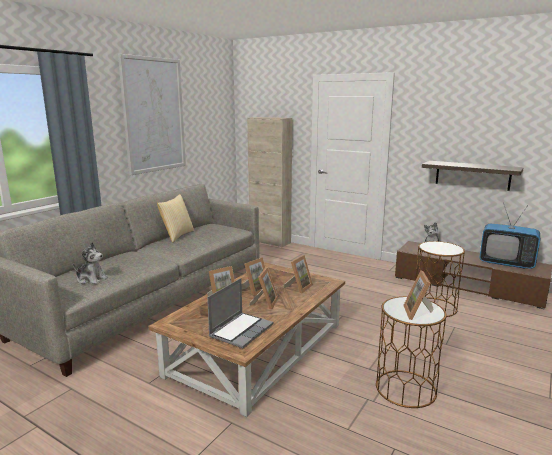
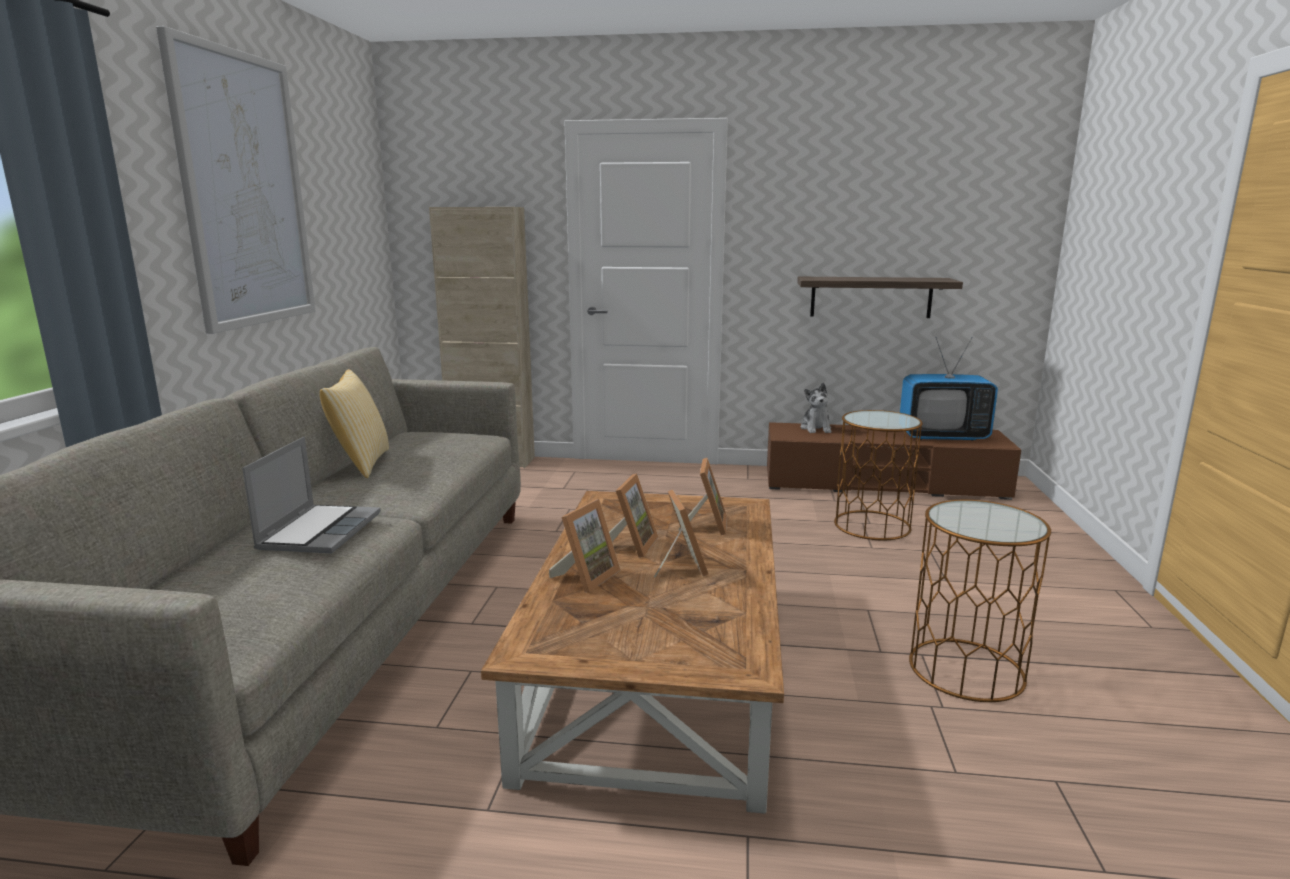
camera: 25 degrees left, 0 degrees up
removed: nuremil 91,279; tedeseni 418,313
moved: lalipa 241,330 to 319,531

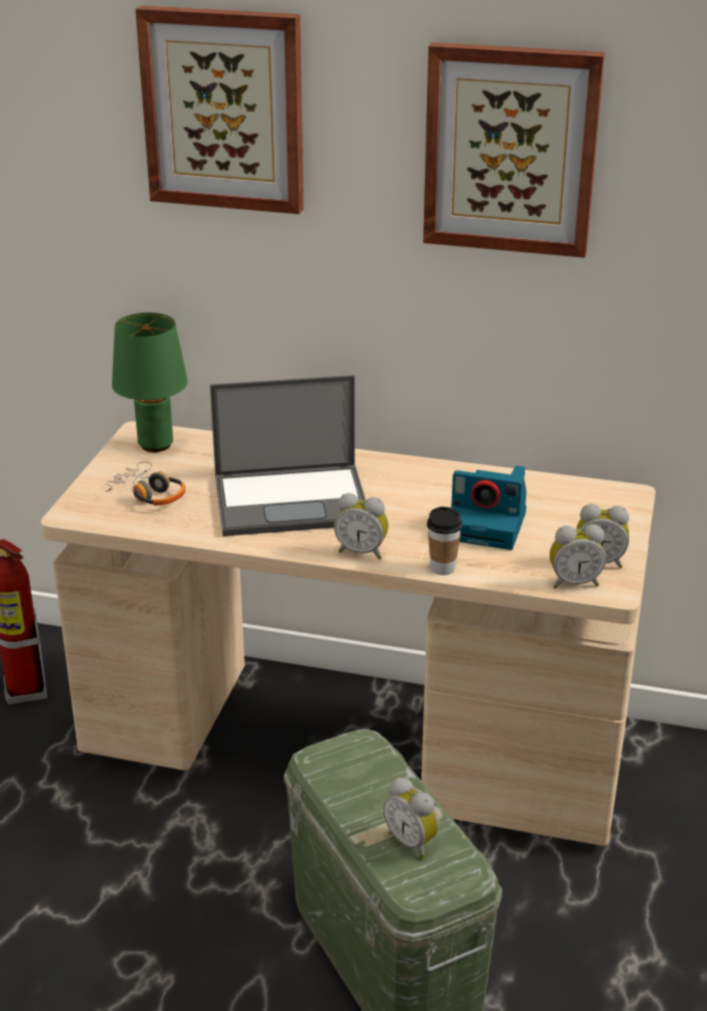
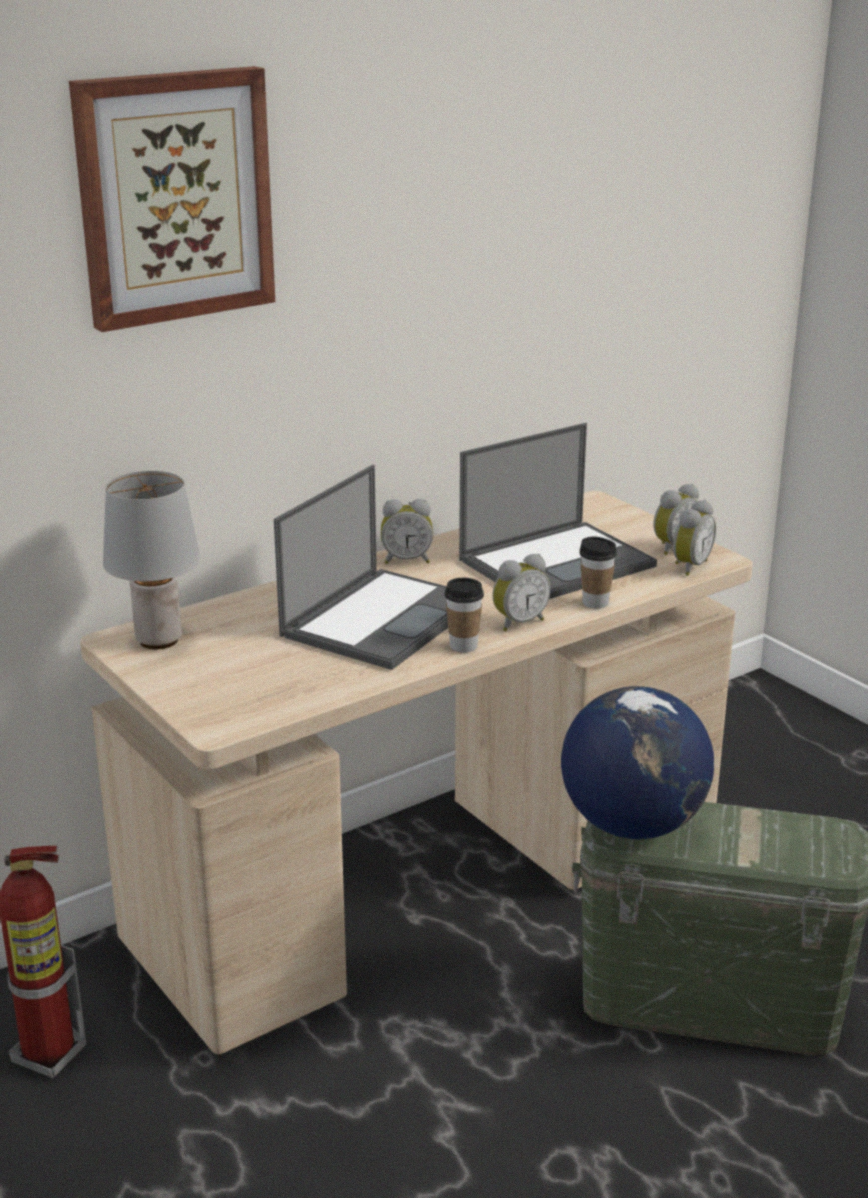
camera: 50 degrees left, 5 degrees down
removed: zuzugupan 511,149; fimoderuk 148,494
added: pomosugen 463,646; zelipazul 632,825
moved: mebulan 412,841 to 407,560
replaced: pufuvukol 488,525 to lalipa 558,562
recoloured: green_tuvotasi 156,445 to grey_tuvotasi 160,640

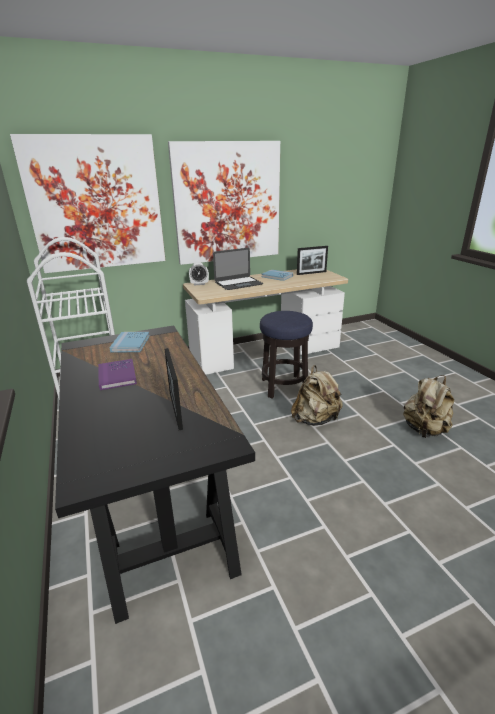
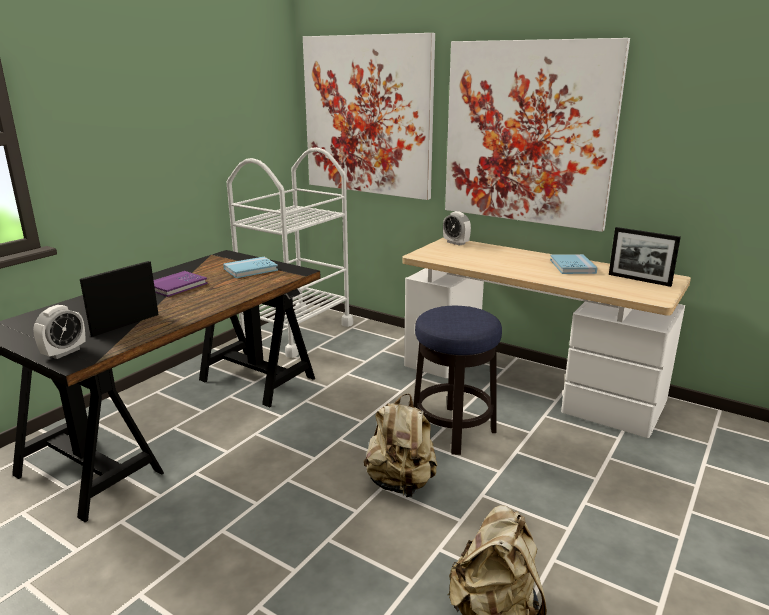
camera: 55 degrees right, 5 degrees down
removed: lalipa 238,283
added: mebulan 64,352

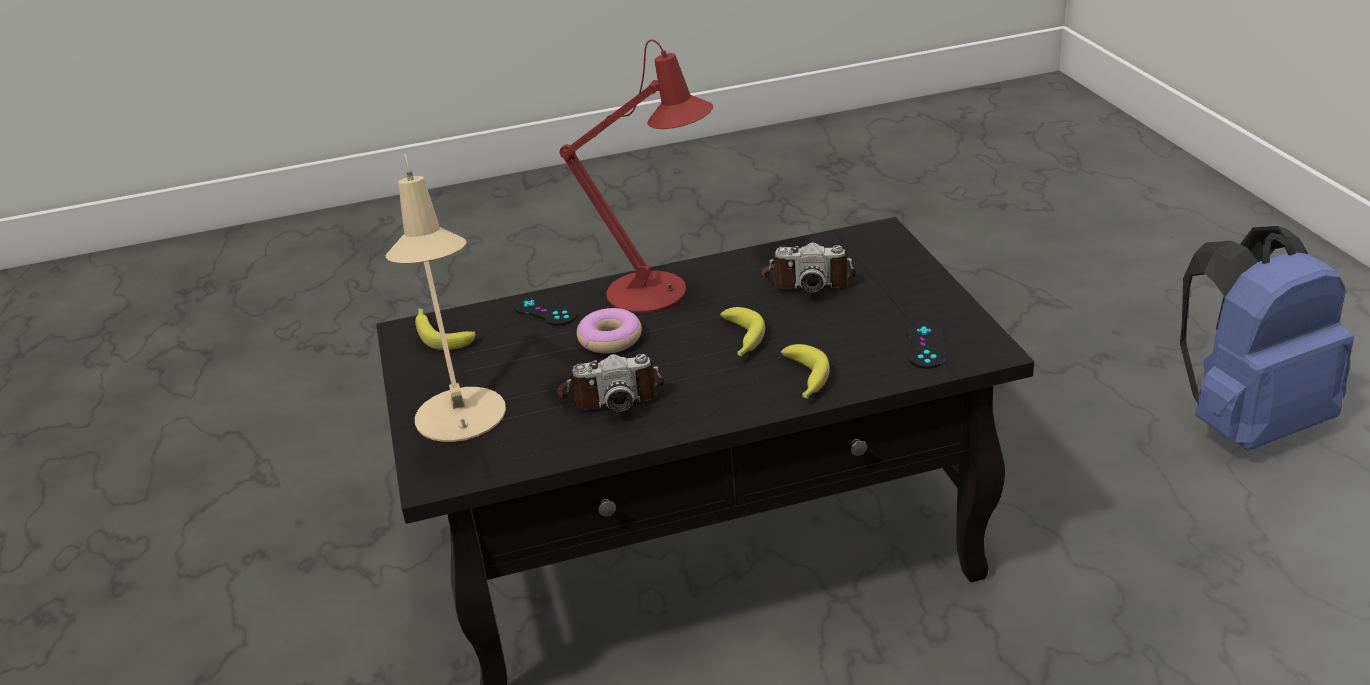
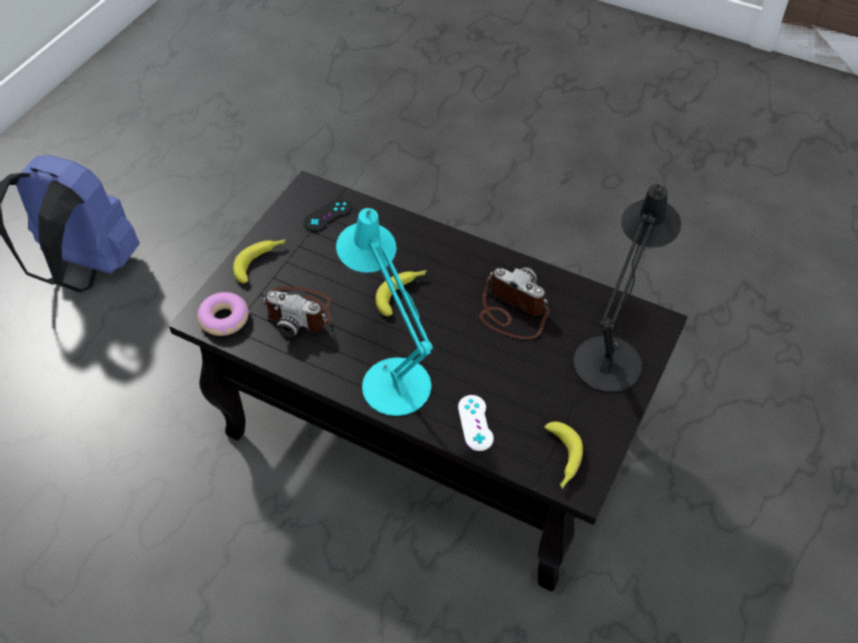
camera: 140 degrees left, 20 degrees up
moved: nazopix 610,339 to 224,319; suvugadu 804,381 to 260,262
recoloured: red_tuvotasi 658,292 to turquoise_tuvotasi 391,378; beige_tuvotasi 462,422 to black_tuvotasi 611,356; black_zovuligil 545,311 to white_zovuligil 475,423
turned: pufuvukol 809,279 = 300,312 150 degrees clockwise

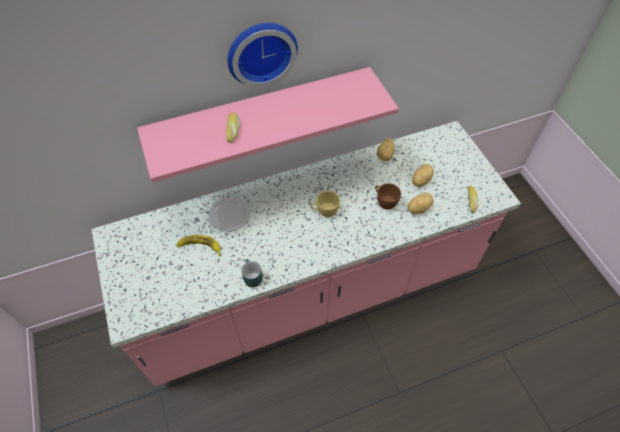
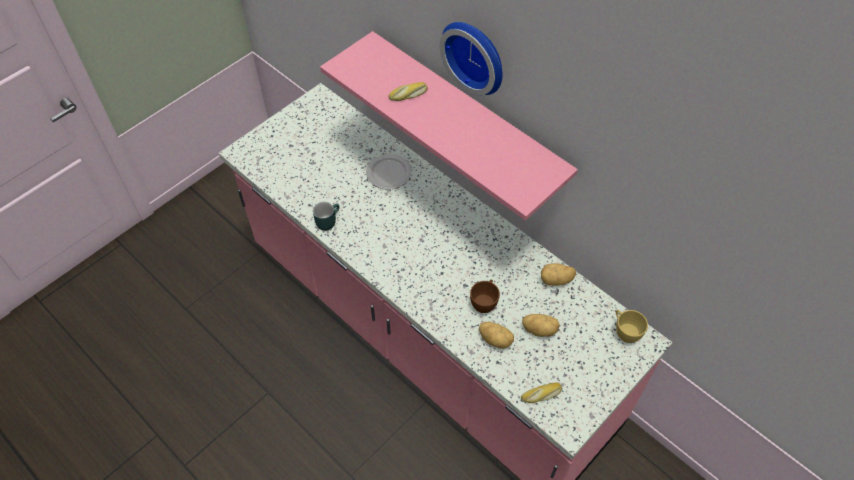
camera: 65 degrees right, 0 degrees up
removed: suvugadu 199,247
moved: yellow_pomosugen 324,212 to 625,332

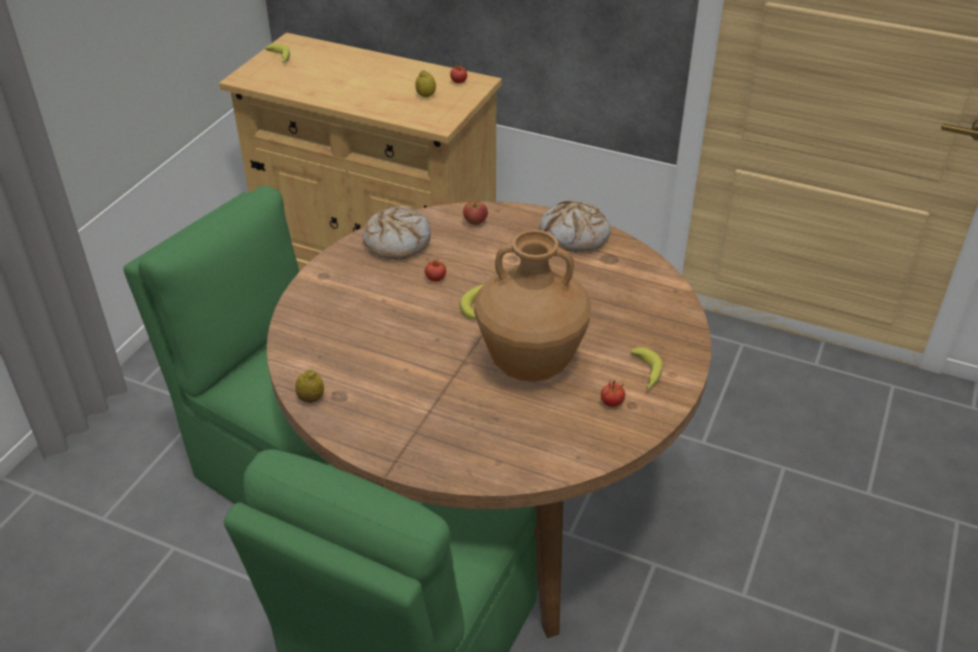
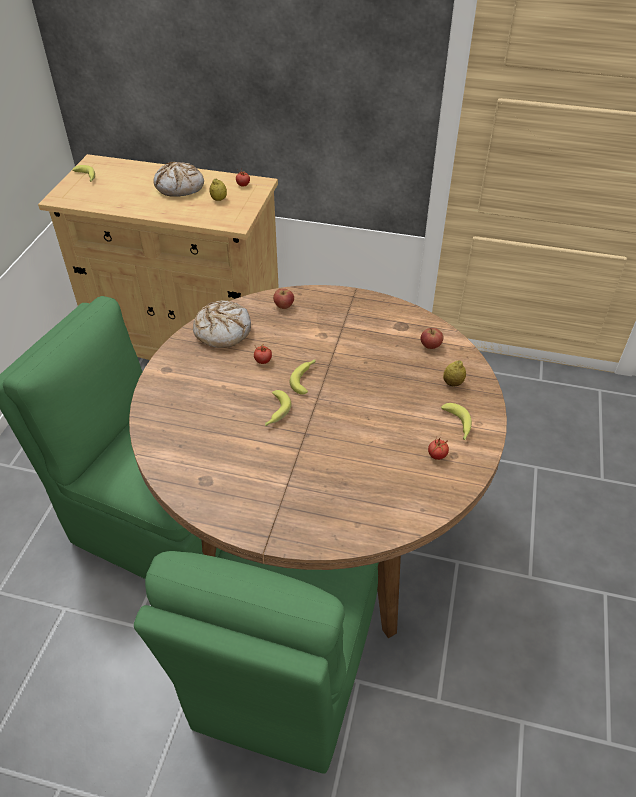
camera: 10 degrees left, 5 degrees up
removed: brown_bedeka 529,365
added: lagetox 430,346; suvugadu 275,412
moved: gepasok 574,235 to 180,187; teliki 311,398 to 453,383

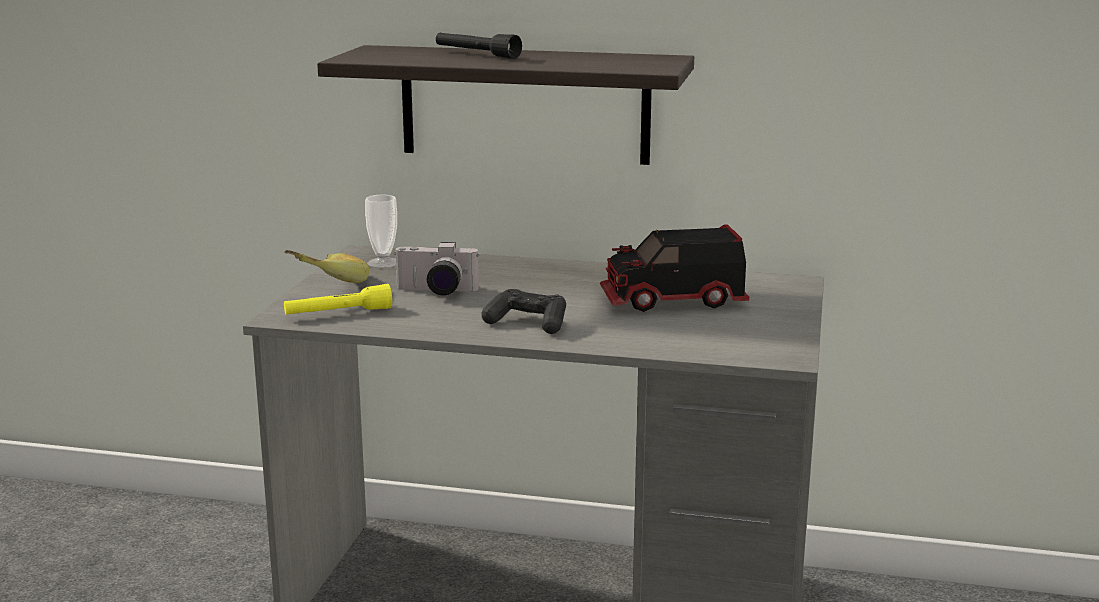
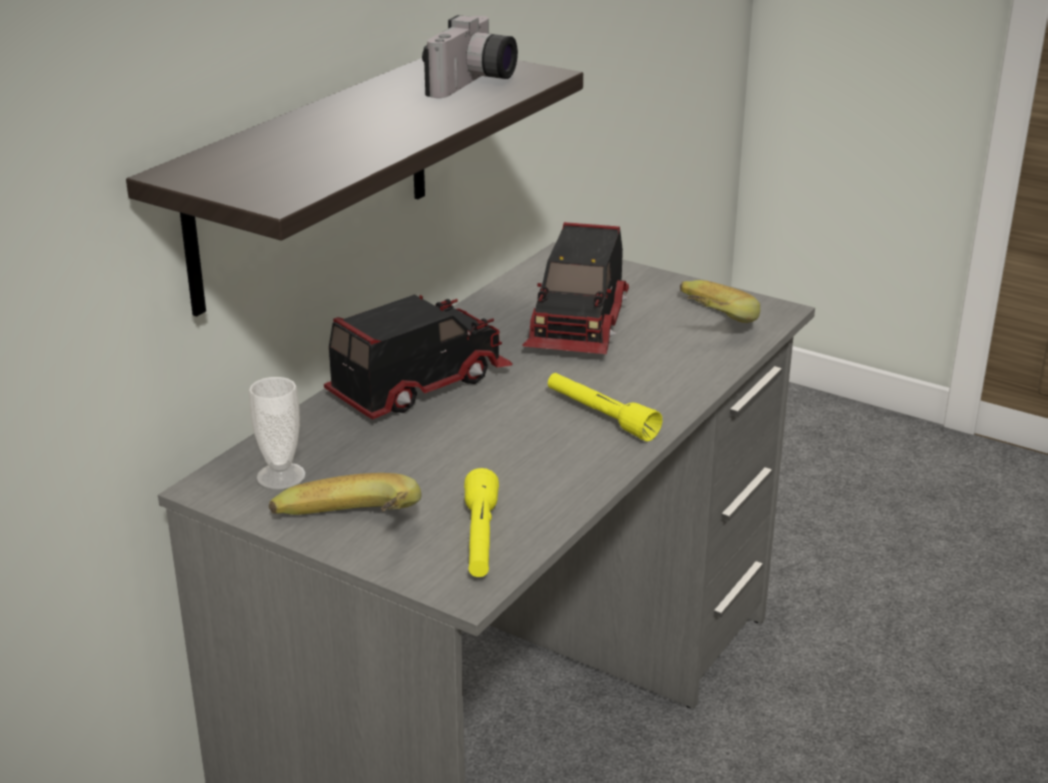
camera: 70 degrees left, 10 degrees up
removed: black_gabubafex 476,54
added: suvugadu 703,326; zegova 417,384
moved: pufuvukol 435,292 to 474,84
replaced: black_zovuligil 528,323 to yellow_gabubafex 600,416

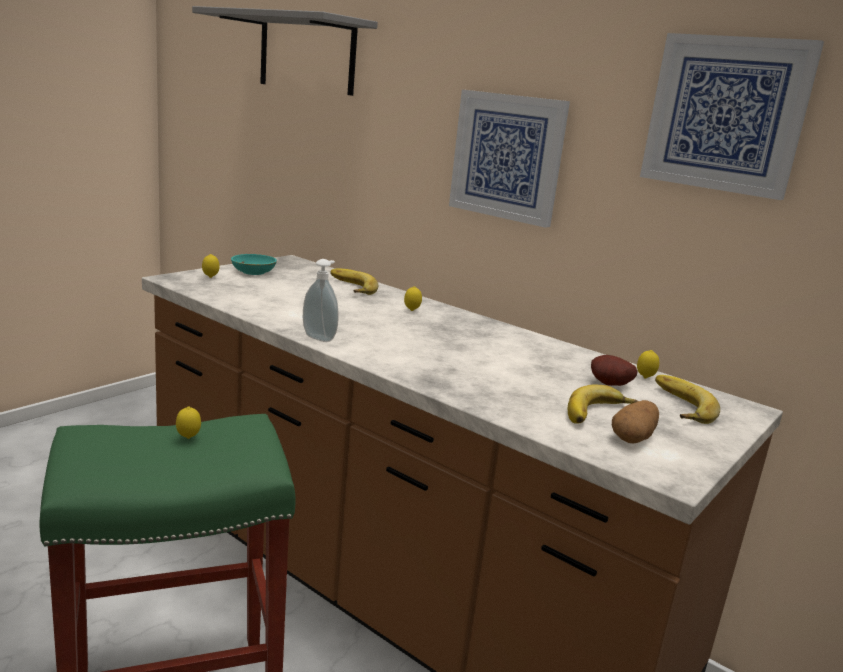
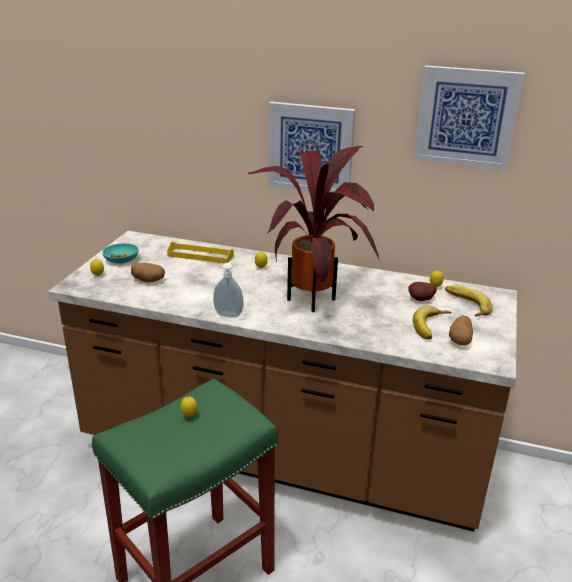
camera: 20 degrees left, 10 degrees up
removed: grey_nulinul 306,54
added: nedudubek 316,299; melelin 148,280
replaced: suvugadu 349,287 to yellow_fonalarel 200,255

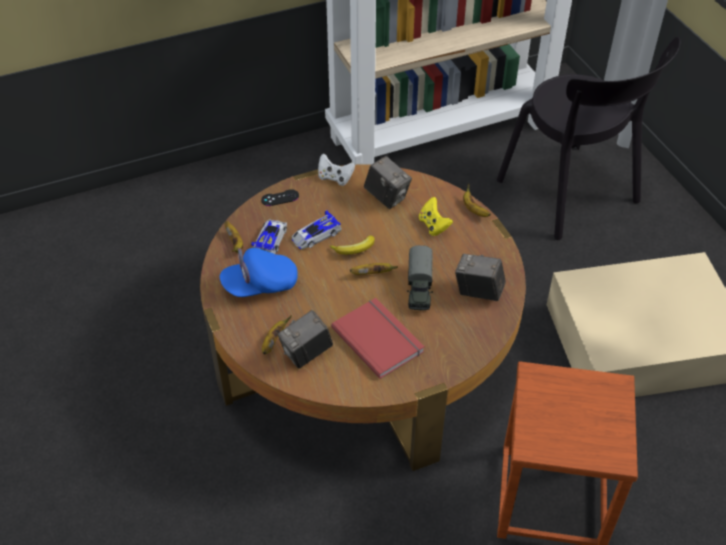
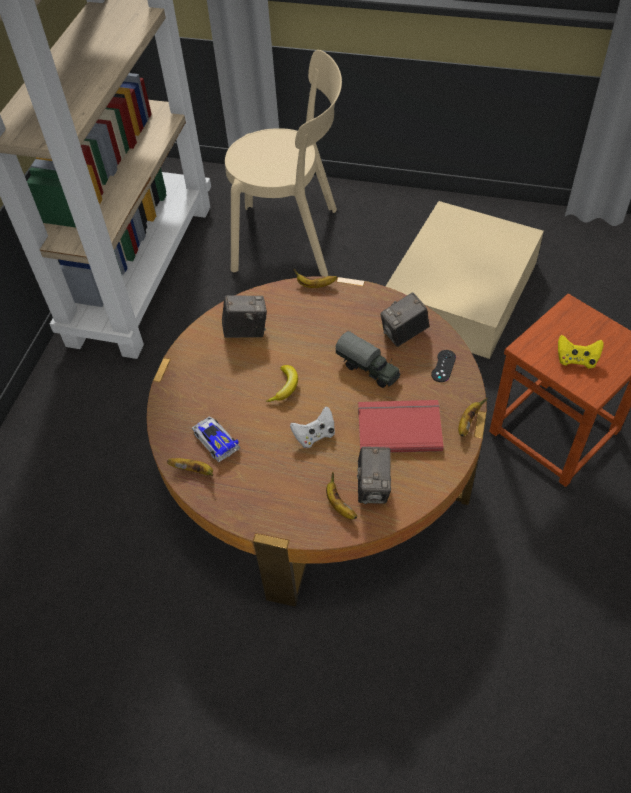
camera: 50 degrees left, 5 degrees up
removed: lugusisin 315,235; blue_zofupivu 260,285
moved: white_zovuligil 335,178 to 315,435; black_zovuligil 280,198 to 443,366; yellow_zovuligil 433,225 to 576,360; suvugadu 372,273 to 467,422
recoloured: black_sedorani 571,195 to beige_sedorani 292,240

